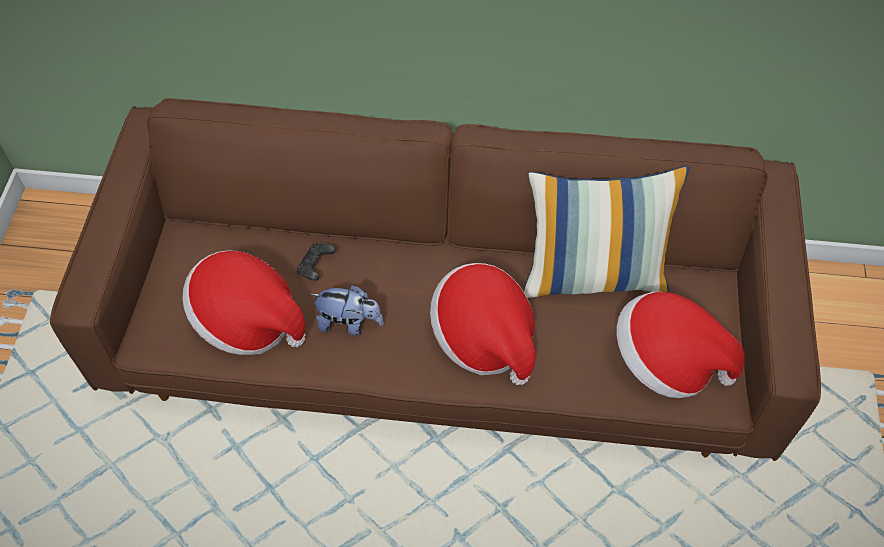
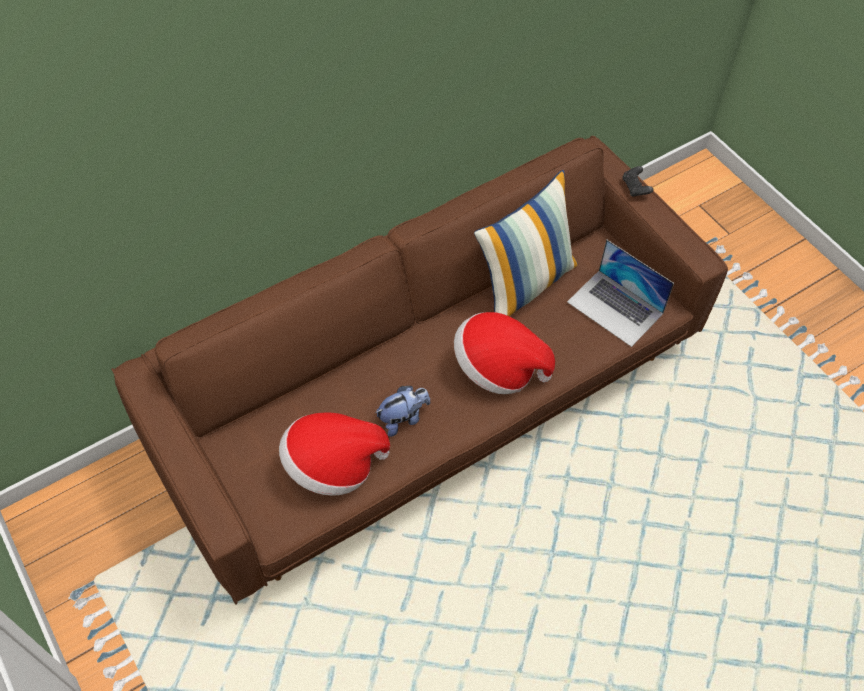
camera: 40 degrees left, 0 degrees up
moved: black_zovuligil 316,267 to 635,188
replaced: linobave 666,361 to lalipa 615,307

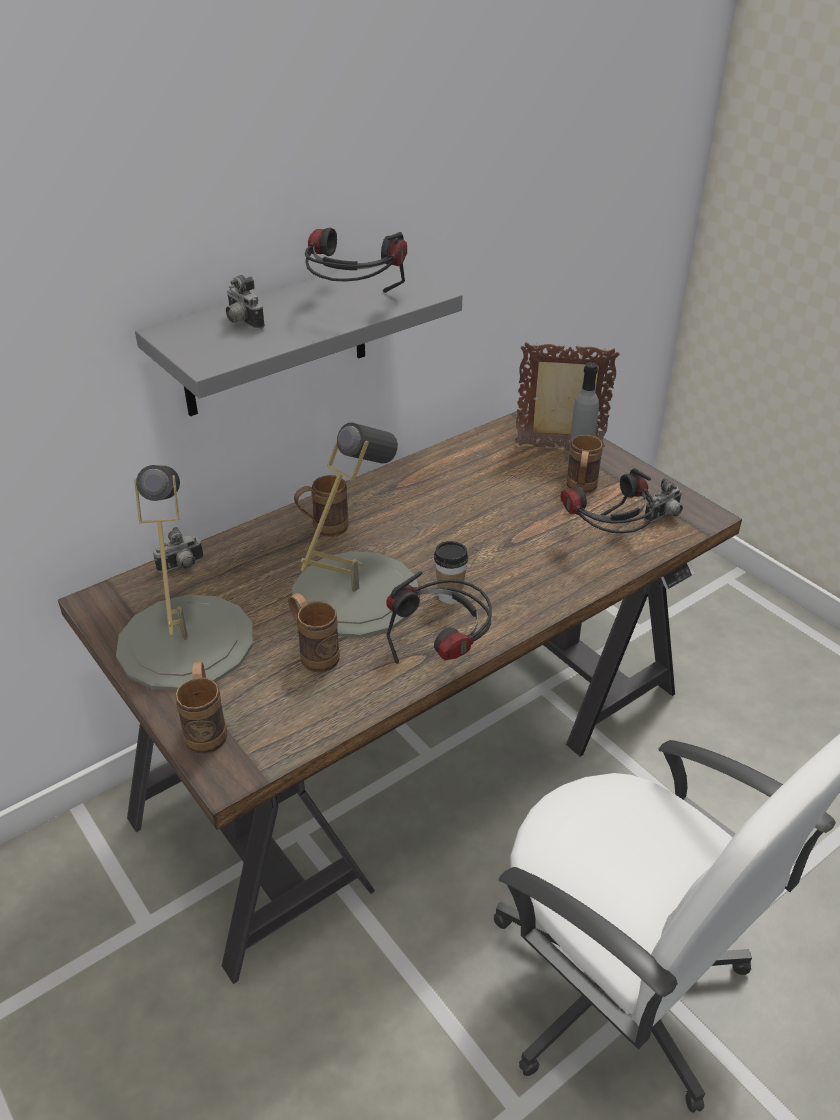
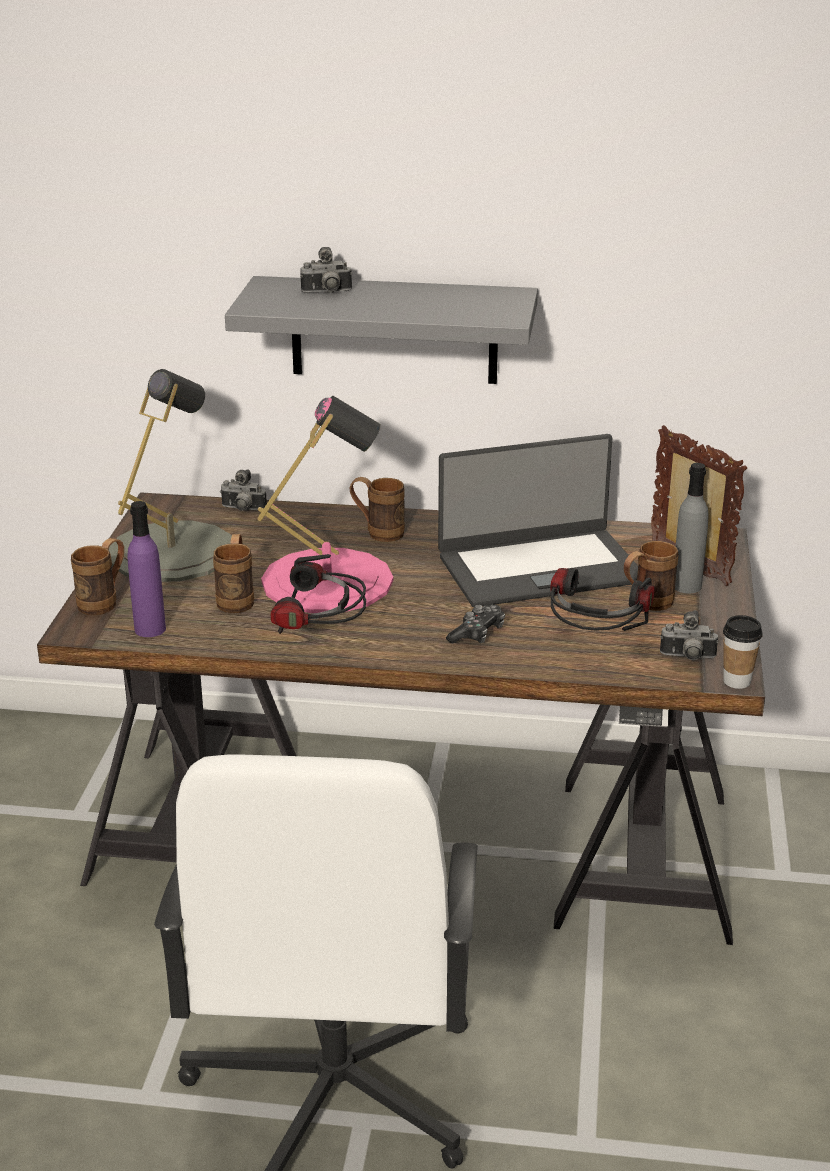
camera: 45 degrees right, 10 degrees down
removed: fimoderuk 352,306
added: lalipa 539,568; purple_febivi 150,629; zovuligil 477,634
moved: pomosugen 450,596 to 736,681
recoloured: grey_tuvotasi 355,593 to pink_tuvotasi 327,581
turned: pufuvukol 242,323 = 327,293 105 degrees counterclockwise

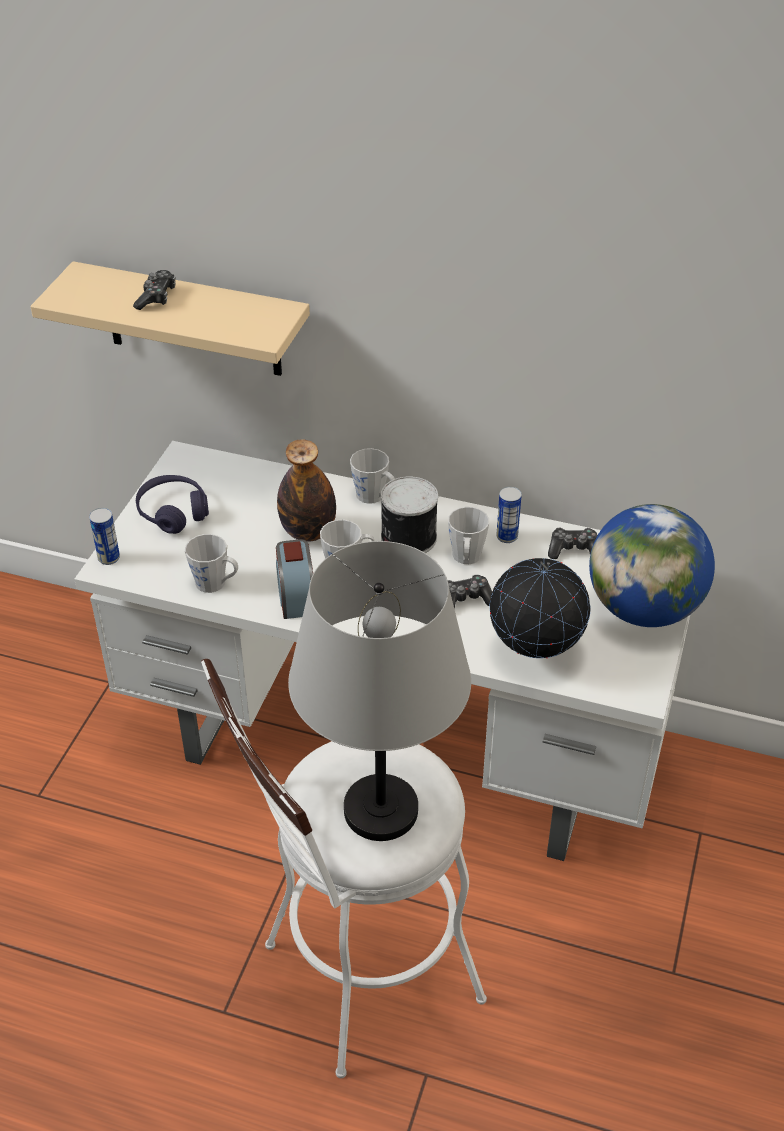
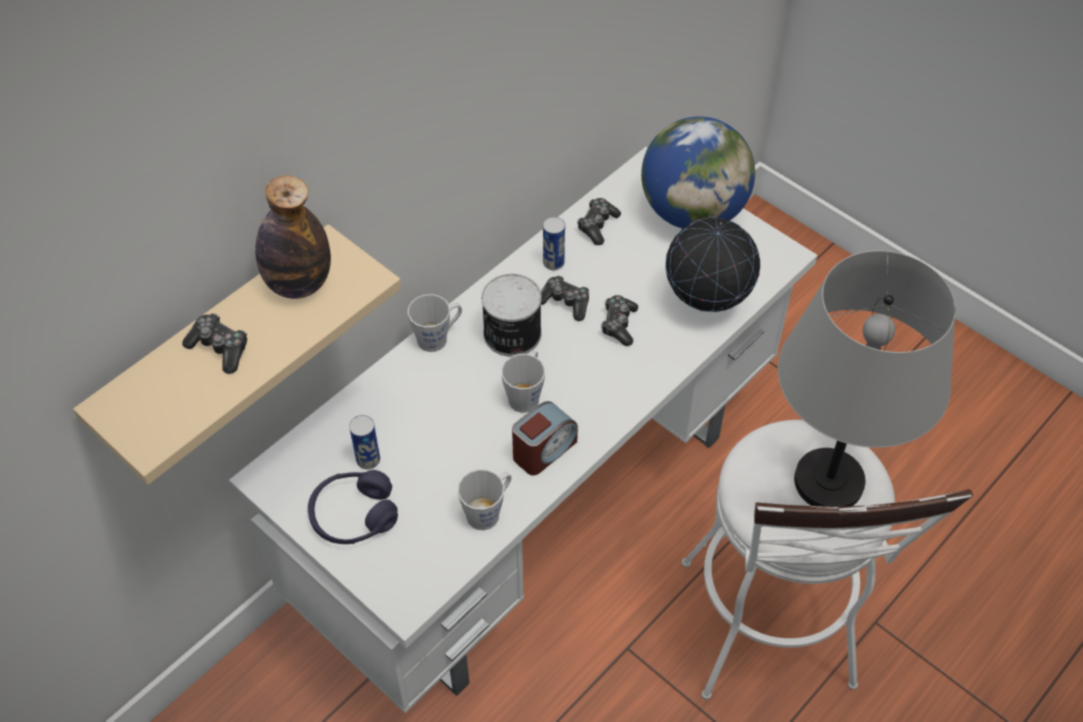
camera: 65 degrees left, 10 degrees up
moved: febivi 308,532 to 299,283; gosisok 109,558 to 368,460
replaced: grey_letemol 466,558 to zovuligil 565,302
turned: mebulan 296,596 = 544,450 60 degrees counterclockwise

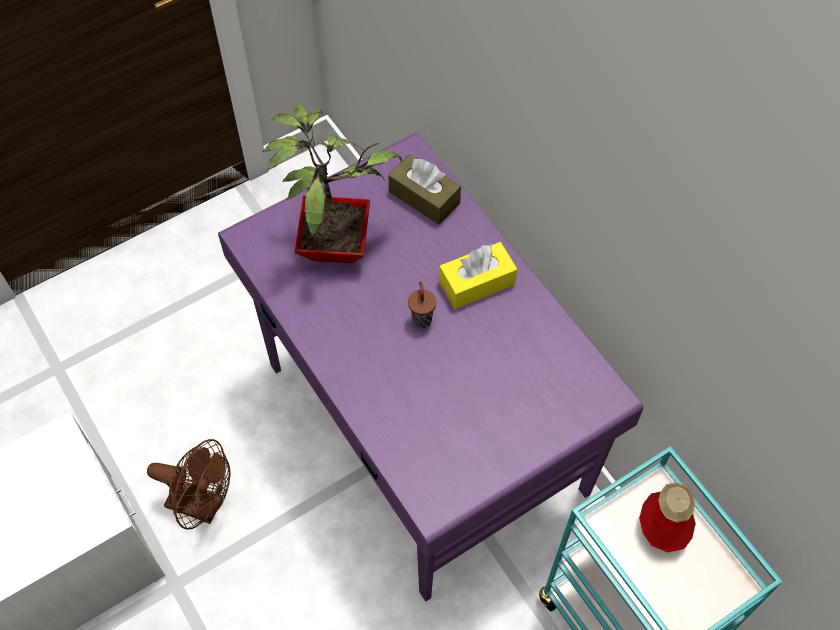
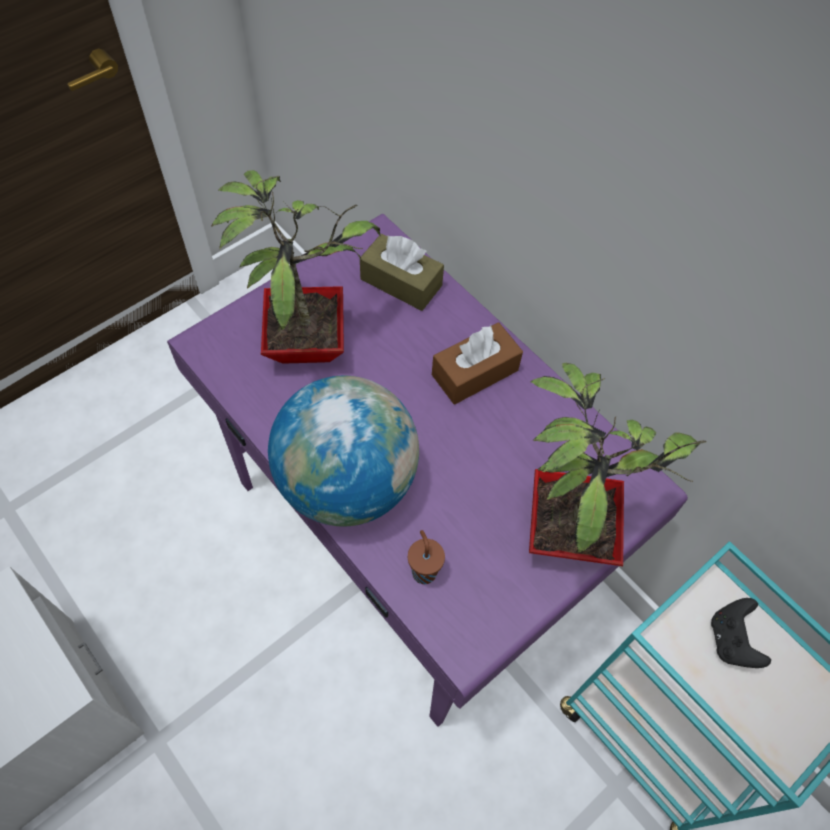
camera: 10 degrees left, 0 degrees up
removed: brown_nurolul 203,505
added: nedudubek 568,529; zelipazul 347,482
moved: brown_pomosugen 421,319 to 423,571
replaced: febivi 662,529 to black_zovuligil 731,640
recoloured: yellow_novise 477,283 to brown_novise 475,372

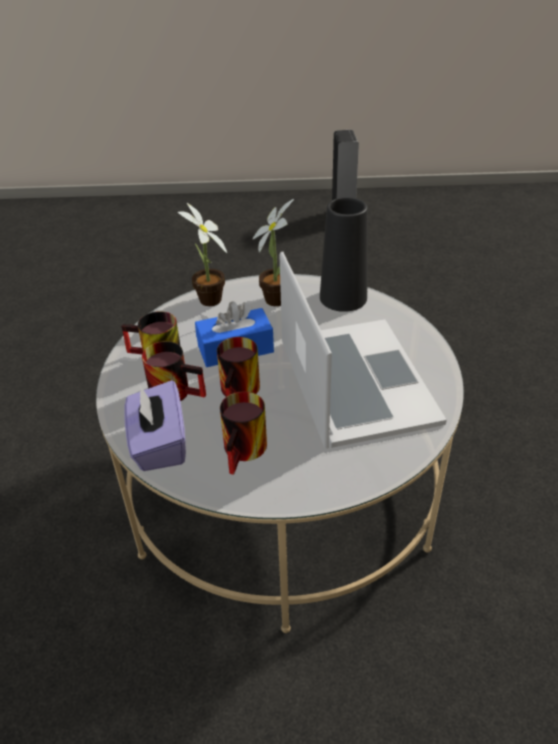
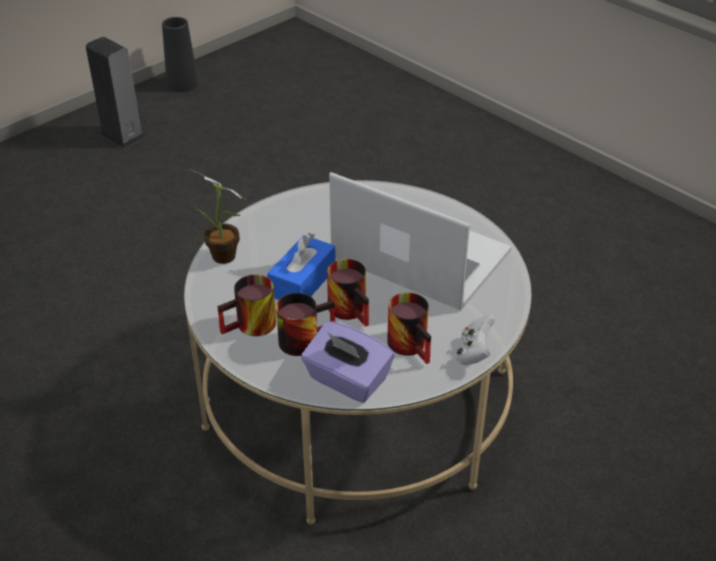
camera: 45 degrees left, 0 degrees up
removed: nedudubek 277,297
added: white_zovuligil 474,353
moved: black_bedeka 343,297 to 182,84

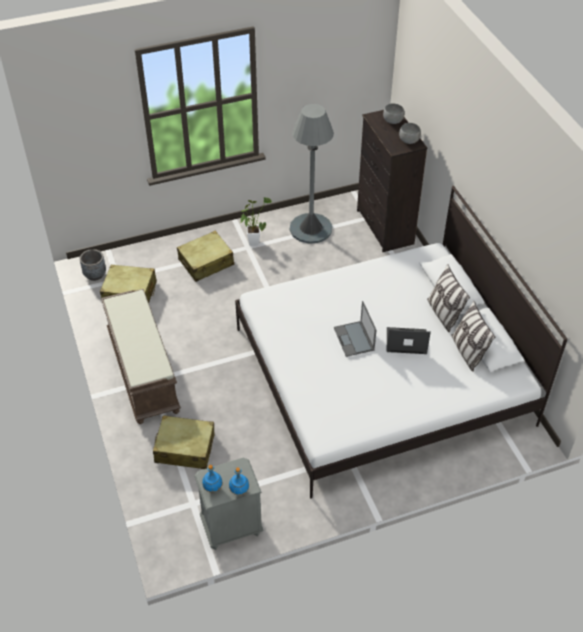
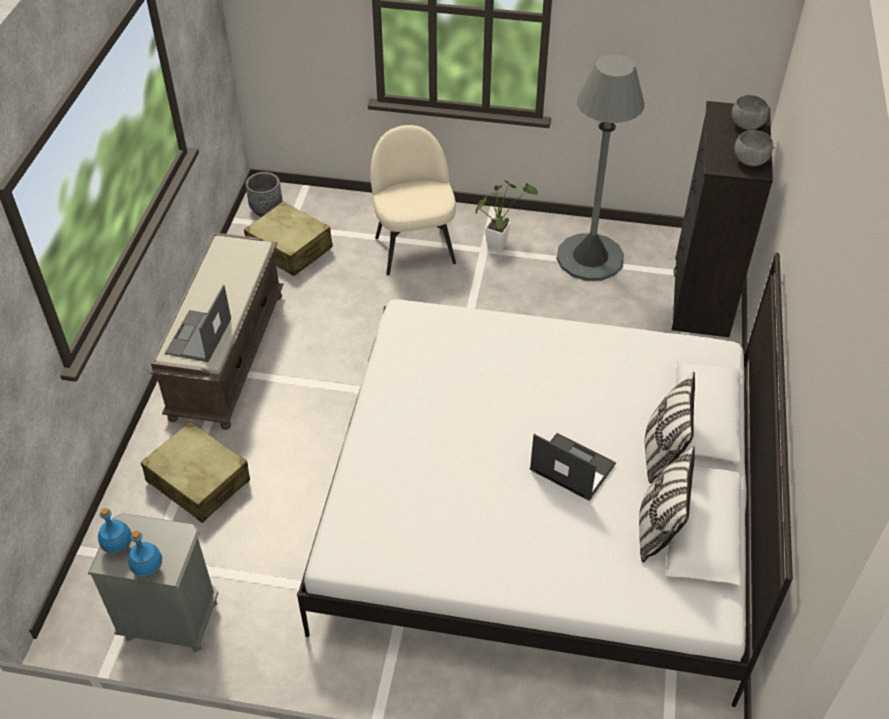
camera: 30 degrees right, 0 degrees up
moved: lalipa 354,339 to 199,337
replaced: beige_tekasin 206,262 to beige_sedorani 414,248

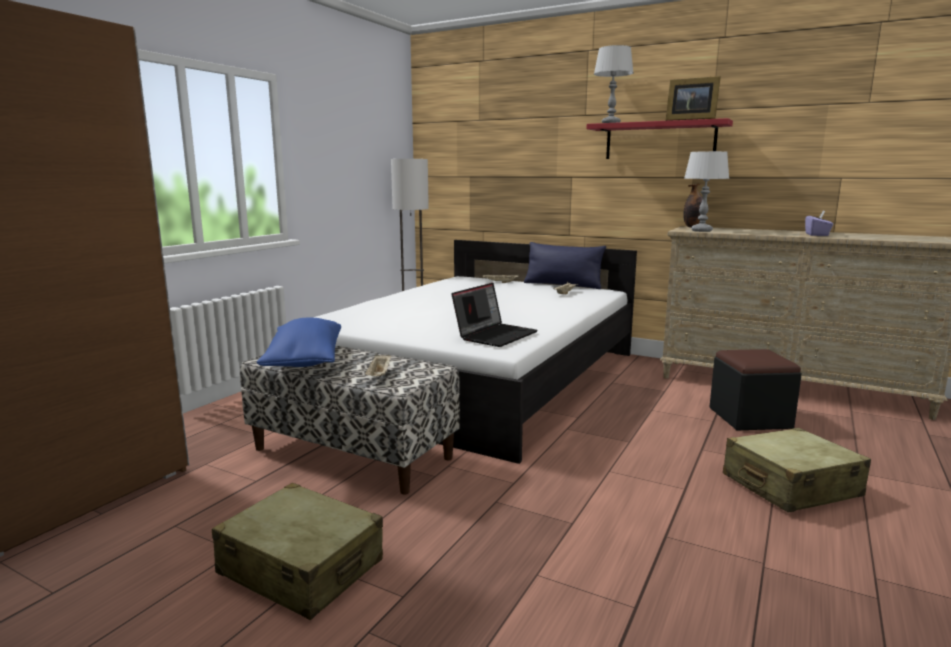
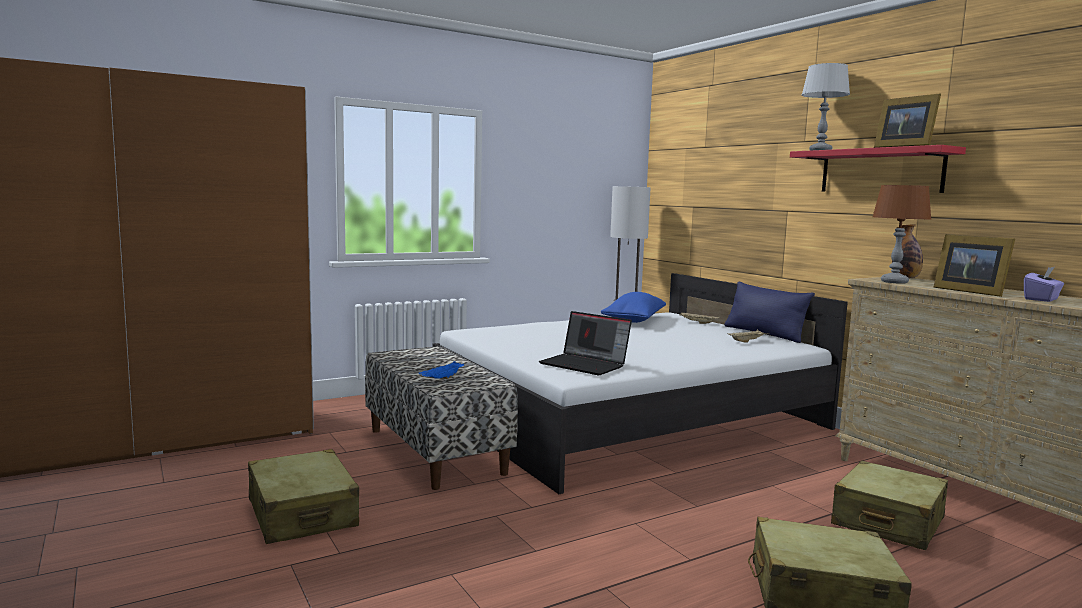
camera: 30 degrees right, 5 degrees down
added: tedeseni 969,291
moved: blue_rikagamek 304,361 to 634,320
replaced: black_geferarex 750,418 to beige_tekasin 887,522
recoloured: grey_tuvotasi 701,231 to brown_tuvotasi 894,282; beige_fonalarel 379,376 to blue_fonalarel 442,379
turned: lalipa 495,335 = 585,364 60 degrees clockwise

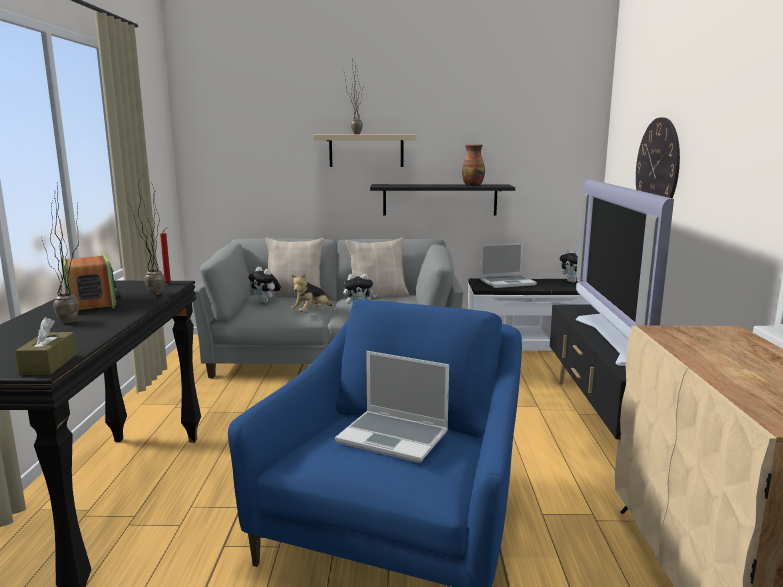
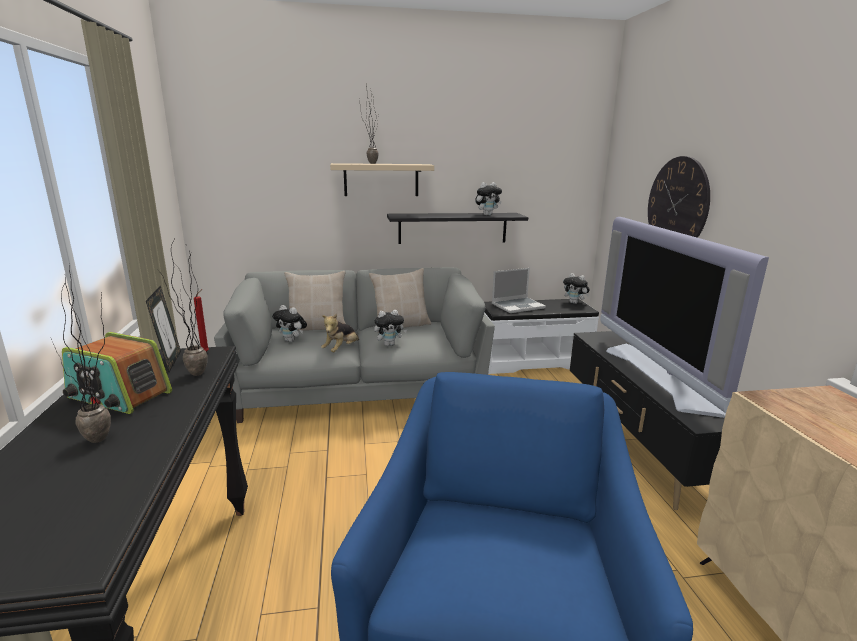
camera: 10 degrees left, 5 degrees up
removed: brown_novise 49,364; lalipa 394,437
added: tedeseni 170,362
replaced: bedeka 473,185 to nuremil 487,215
turned: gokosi 91,302 = 119,395 150 degrees clockwise

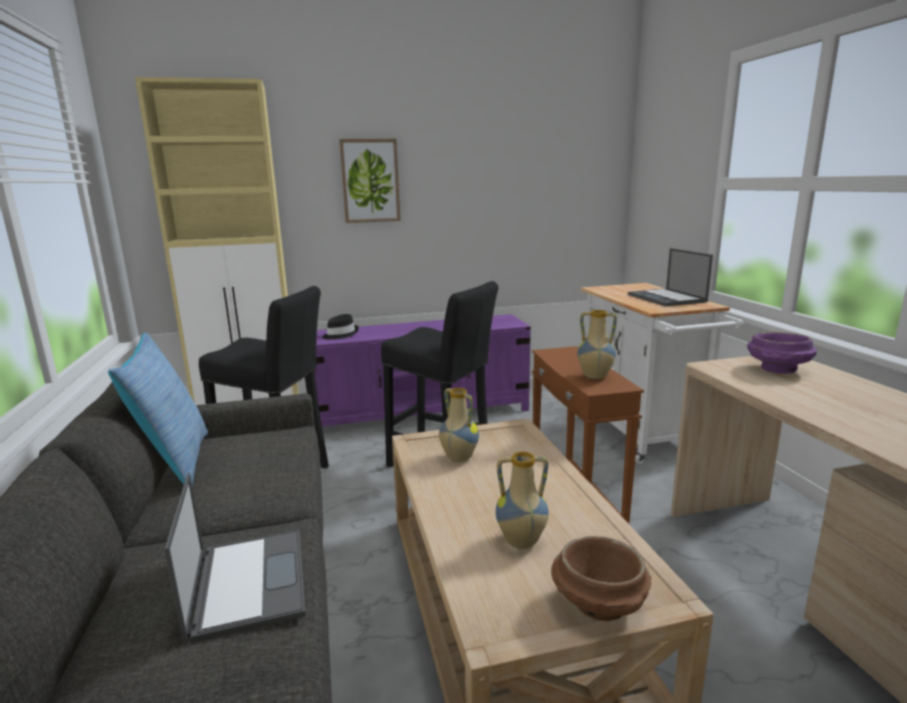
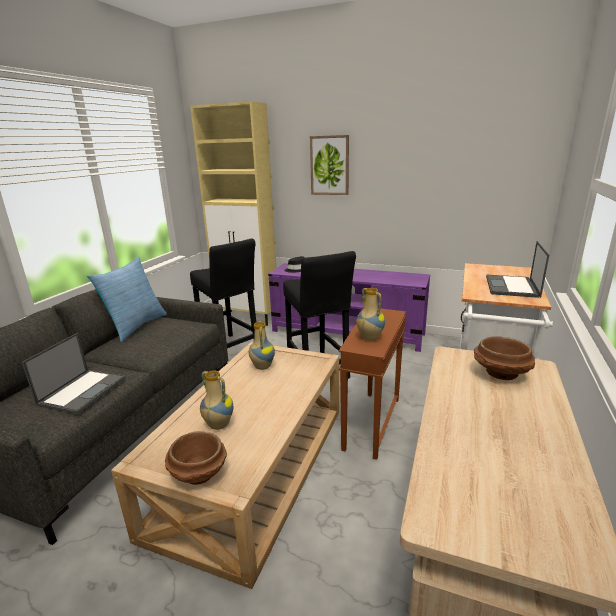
camera: 35 degrees right, 5 degrees up
recoloured: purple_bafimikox 777,370 to brown_bafimikox 500,374

